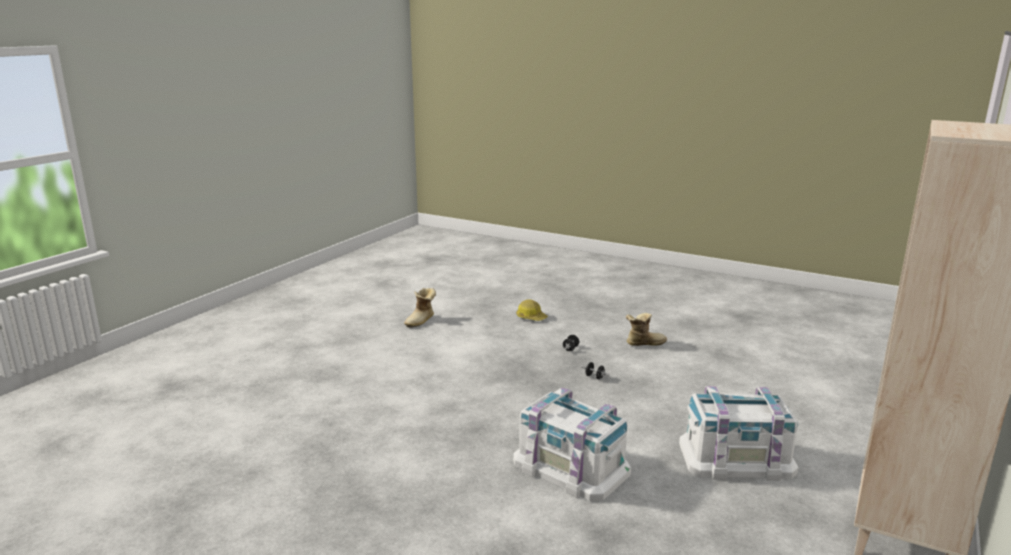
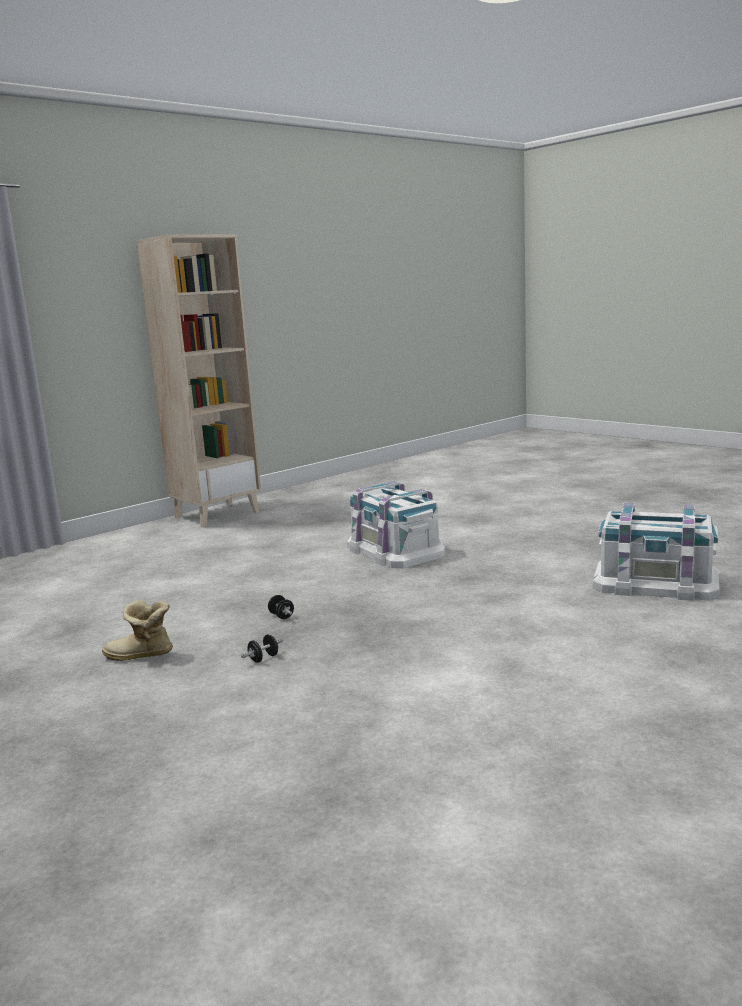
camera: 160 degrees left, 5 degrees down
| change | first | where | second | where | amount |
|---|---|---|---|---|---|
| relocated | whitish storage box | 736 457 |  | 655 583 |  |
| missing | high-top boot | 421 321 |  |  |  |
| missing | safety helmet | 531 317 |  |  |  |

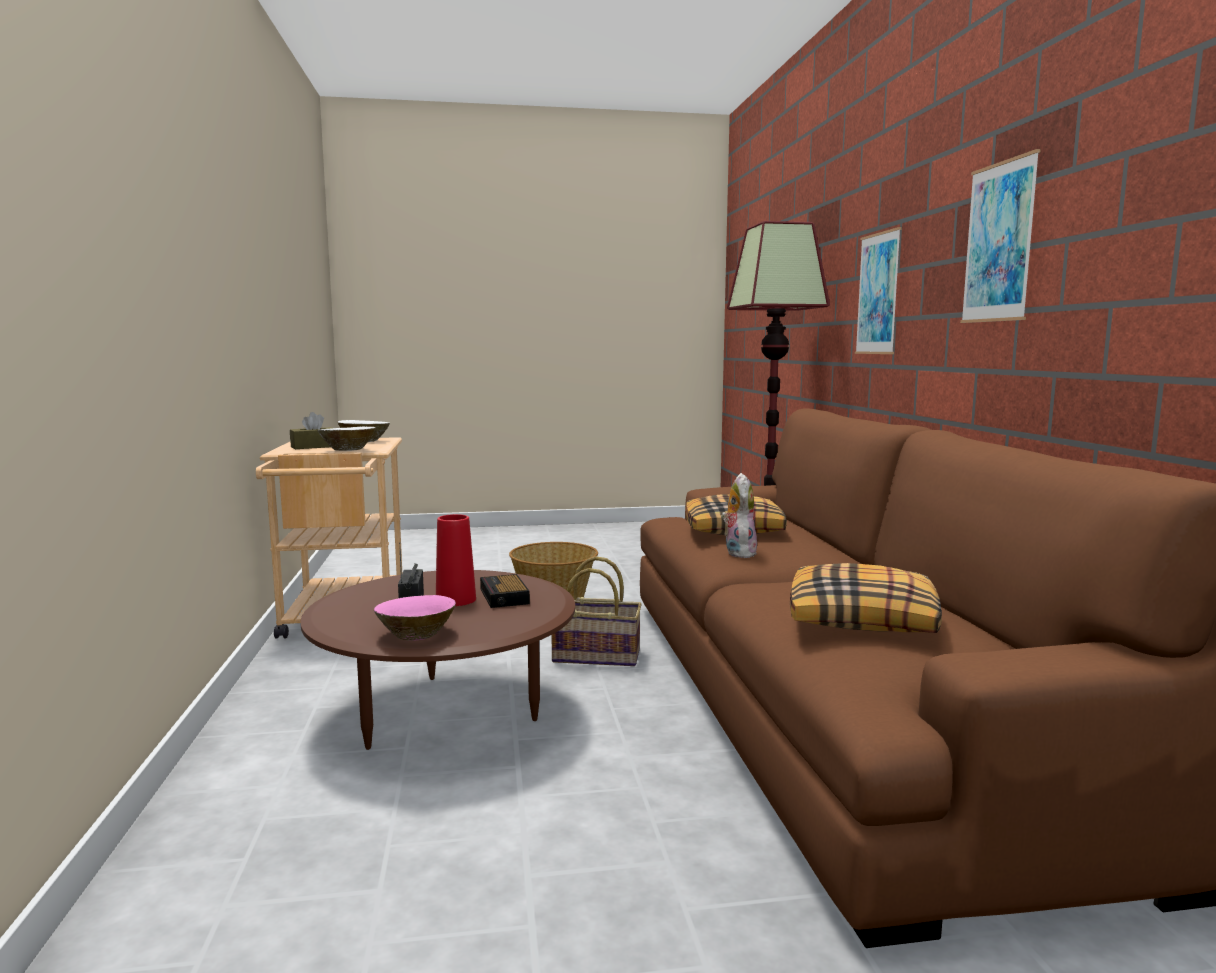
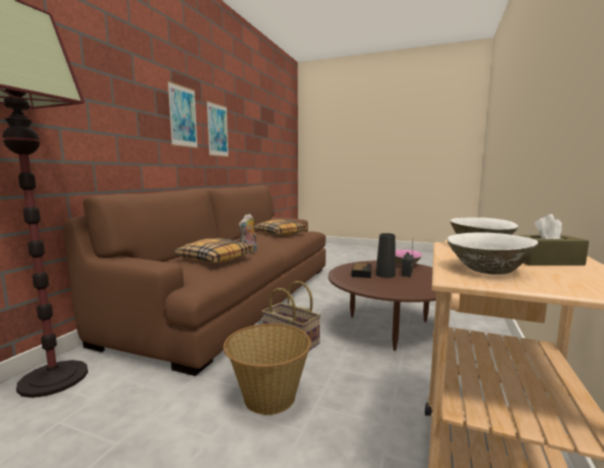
camera: 150 degrees left, 0 degrees up
| change | first | where | second | where | amount |
|---|---|---|---|---|---|
| relocated | wall art | 878 294 |  | 217 130 |  |
| colour | red-coloured decorative vase | 456 600 | blackish decorative vase | 385 275 |  |

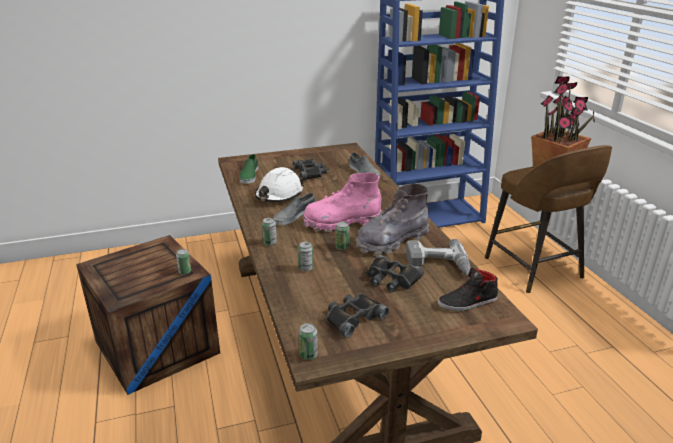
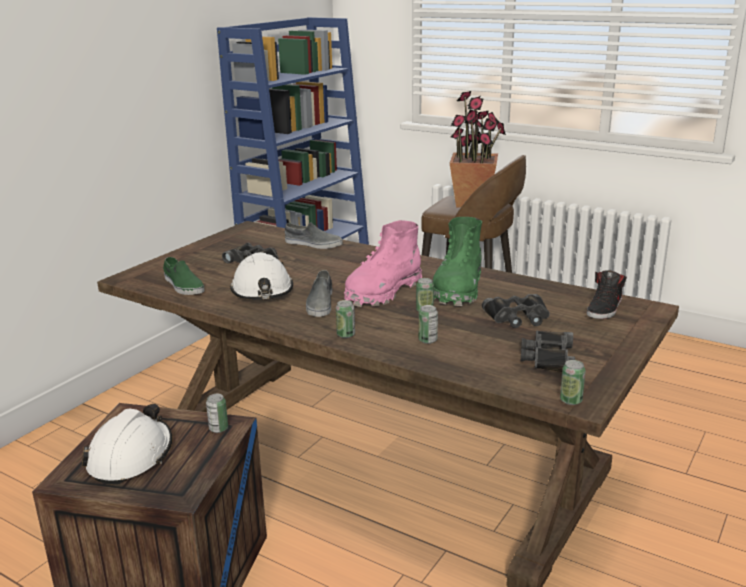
camera: 40 degrees left, 5 degrees down
| change | first | where | second | where | amount |
|---|---|---|---|---|---|
| appeared |  |  | whitish safety helmet | 131 457 |  |
| colour | greyish high-top boot | 391 241 | green-coloured high-top boot | 458 289 |  |
| missing | electric drill | 438 265 |  |  |  |

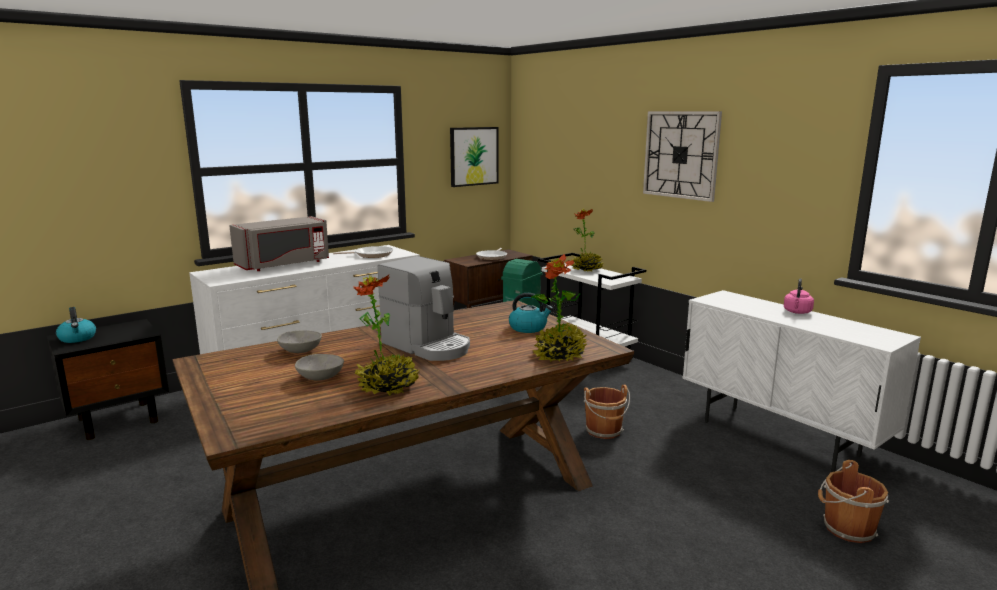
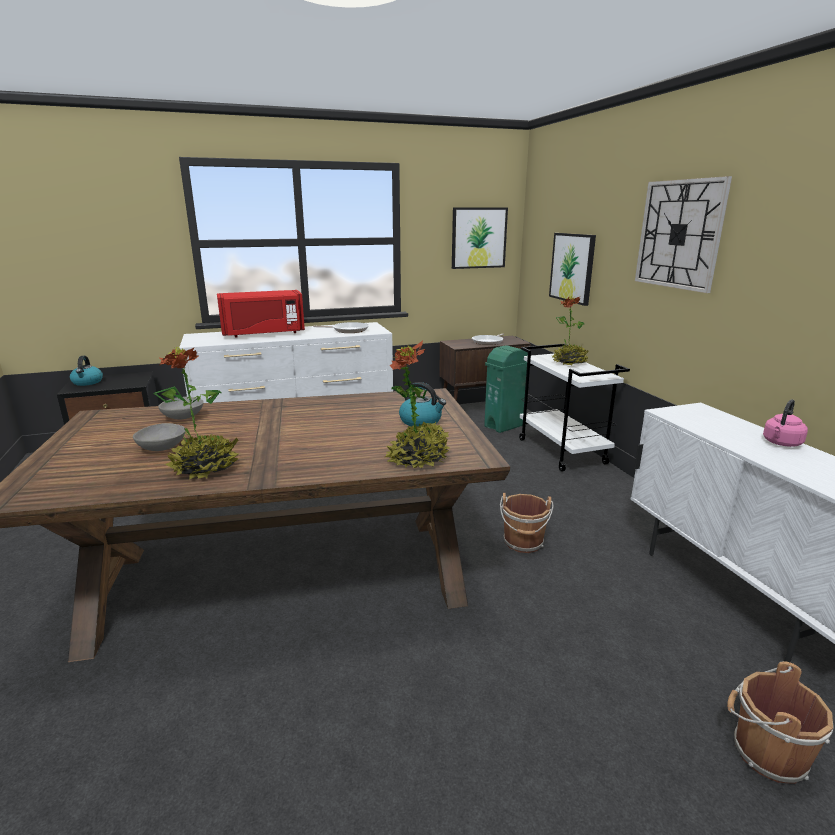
camera: 20 degrees right, 5 degrees up
| change | first | where | second | where | amount |
|---|---|---|---|---|---|
| colour | greyish microwave oven | 284 265 | red-coloured microwave oven | 263 333 |  |
| appeared |  |  | wall art | 572 268 |  |
| missing | coffee brewer | 428 346 |  |  |  |

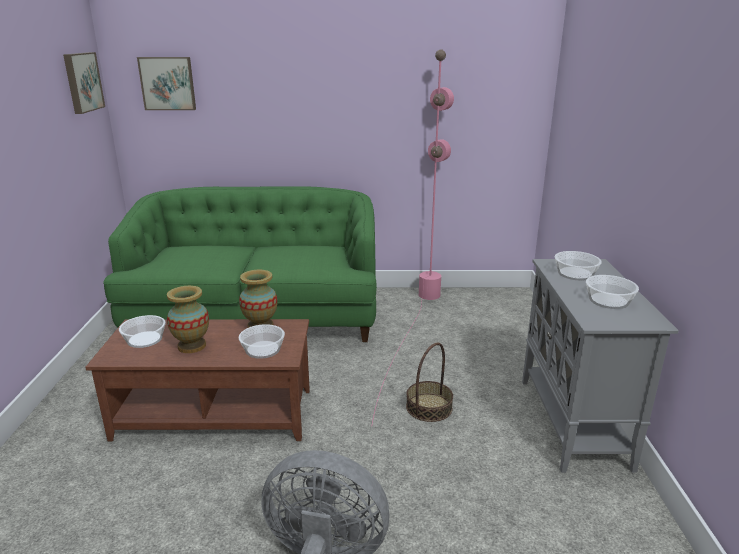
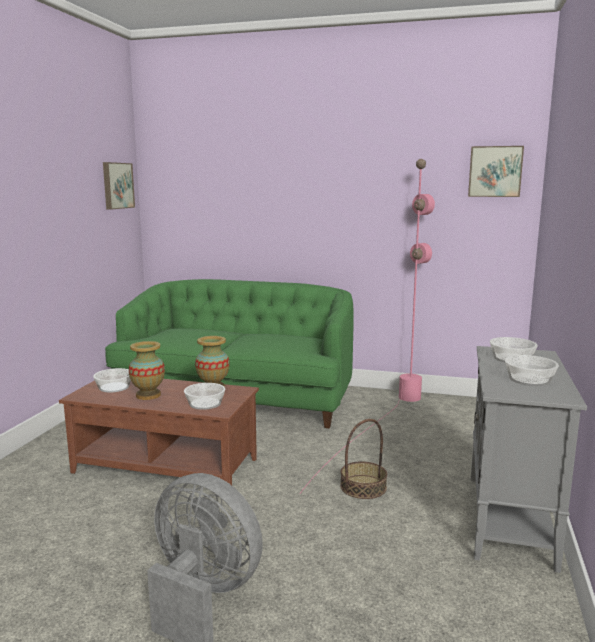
camera: 15 degrees right, 10 degrees down
| change | first | where | second | where | amount |
|---|---|---|---|---|---|
| relocated | wall art | 168 83 |  | 495 171 |  |

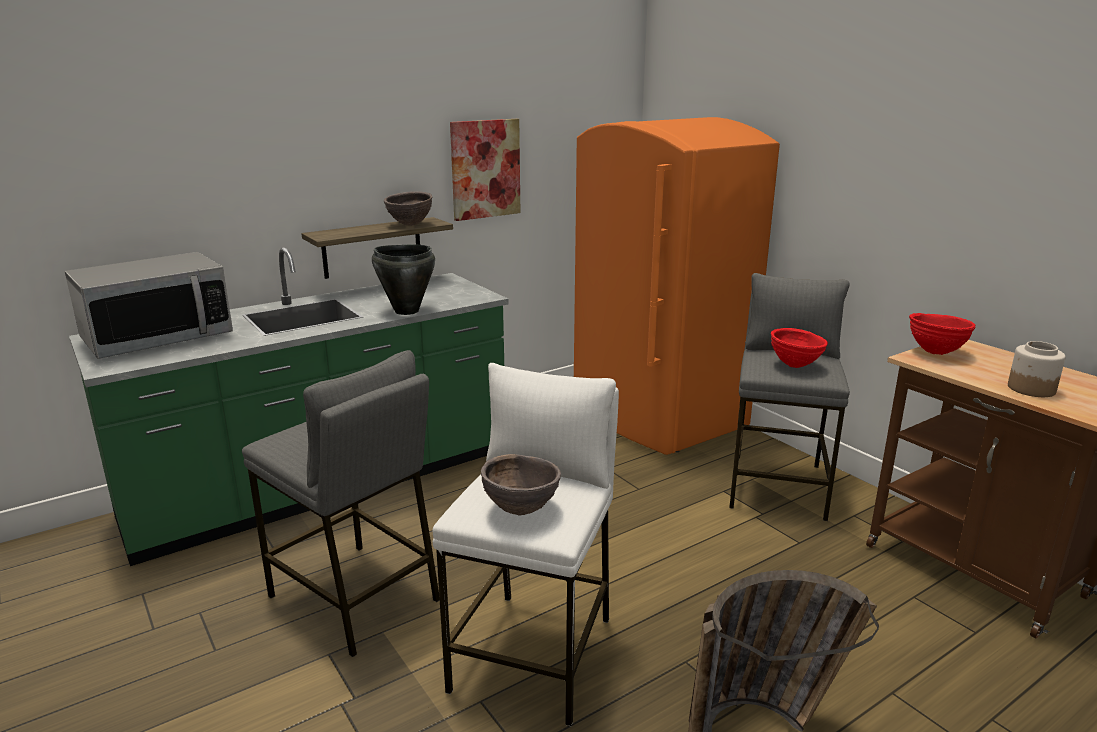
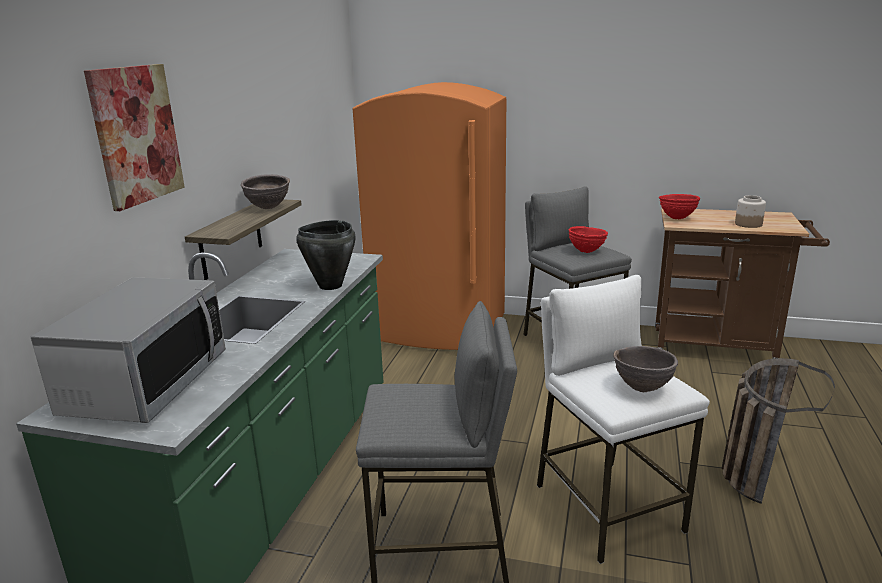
camera: 40 degrees left, 0 degrees up
| change | first | where | second | where | amount |
|---|---|---|---|---|---|
| relocated | wall art | 485 169 |  | 136 135 |  |

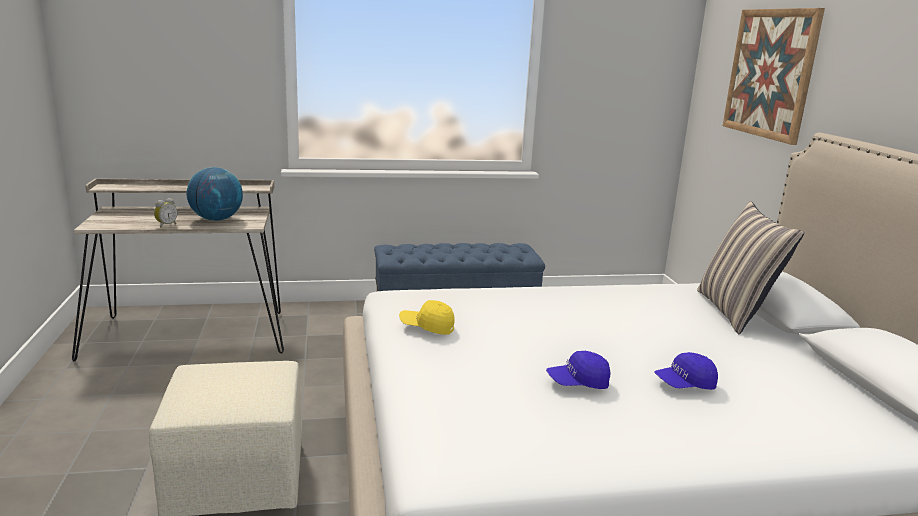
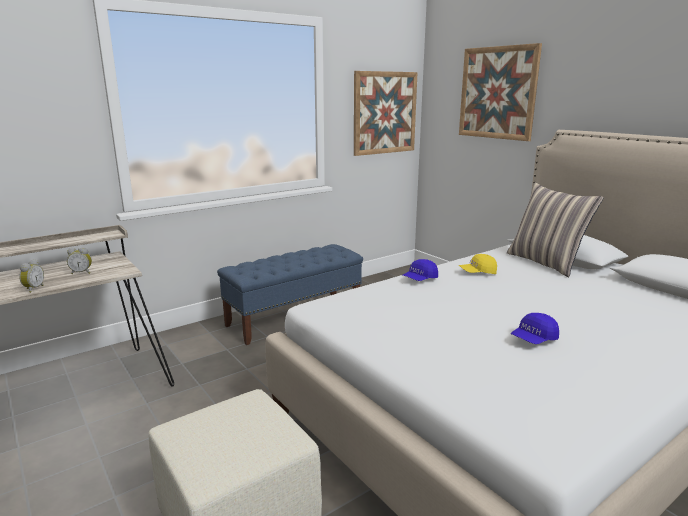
camera: 25 degrees left, 0 degrees up
| change | first | where | second | where | amount |
|---|---|---|---|---|---|
| exchanged | desk globe | 216 219 | bedside clock | 82 272 |  |
| appeared |  |  | wall art | 385 113 |  |
| relocated | bluish cap | 684 384 |  | 420 279 |  |
| relocated | yellowish cap | 427 327 |  | 477 273 |  |

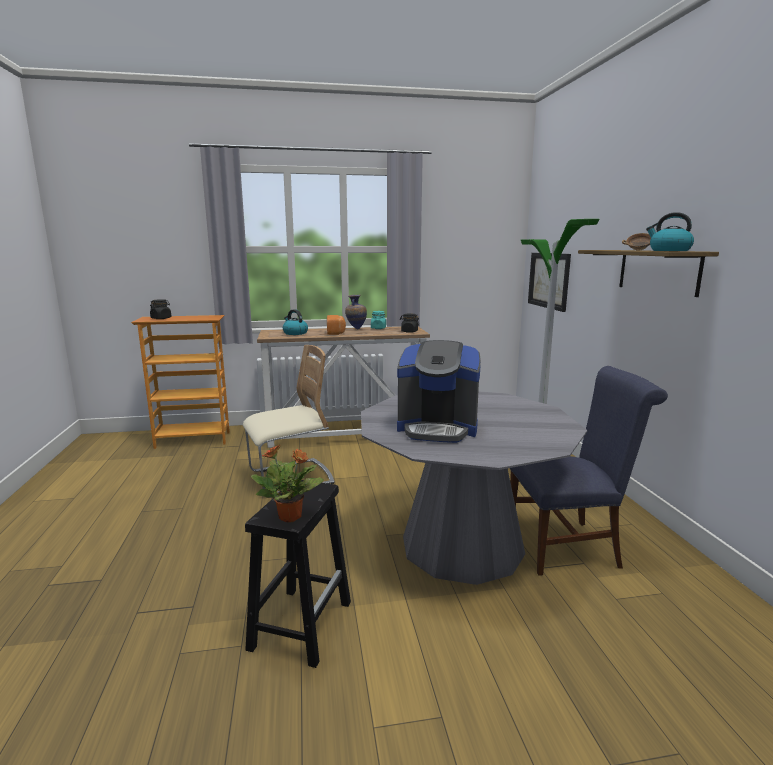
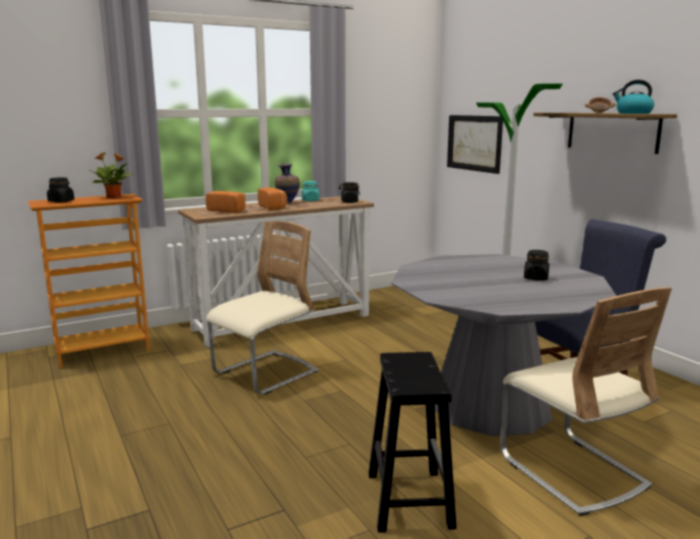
camera: 20 degrees left, 0 degrees up
| change | first | where | second | where | amount |
|---|---|---|---|---|---|
| relocated | plant in a pot | 291 517 |  | 114 197 |  |
| exchanged | tea kettle | 295 333 | bakery bread | 227 210 |  |
| appeared |  |  | sand-coloured chair | 571 471 |  |
| appeared |  |  | blackish preserve jar | 535 278 |  |
| missing | coffee brewer | 437 428 |  |  |  |

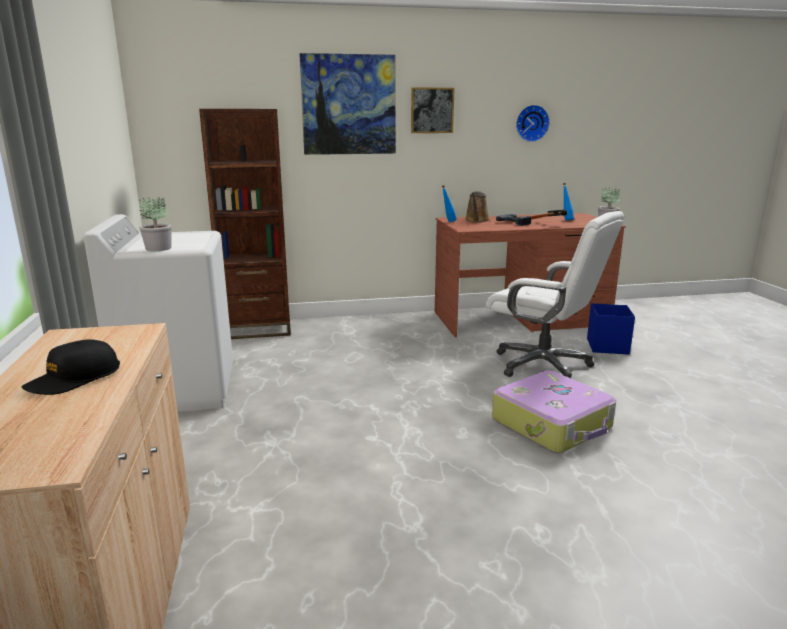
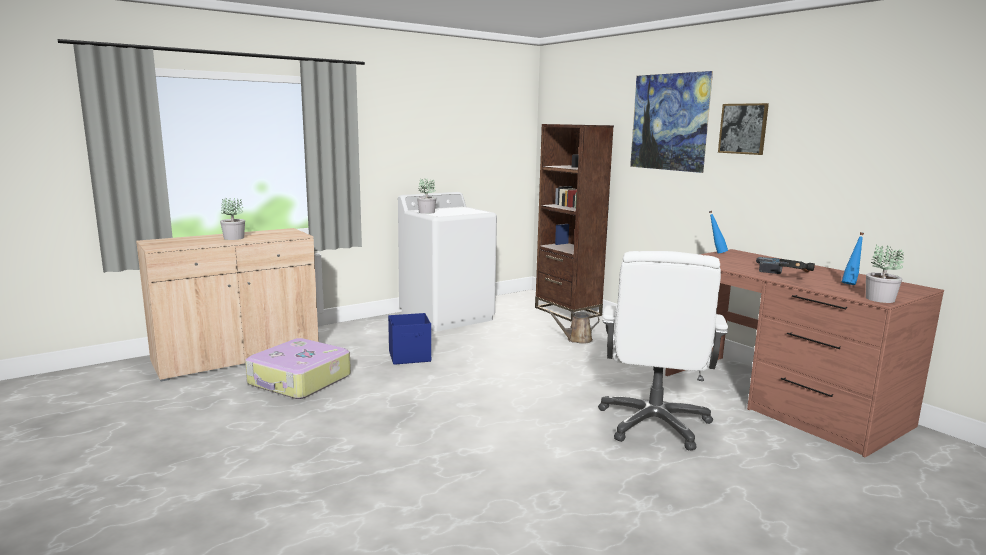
camera: 65 degrees right, 5 degrees down
| change | first | where | second | where | amount |
|---|---|---|---|---|---|
| exchanged | blackish cap | 74 379 | plant in a pot | 234 238 |  |
| relocated | suitcase | 553 424 |  | 299 380 |  |
| relocated | bluish storage box | 607 346 |  | 410 357 |  |
| relocated | brown-coloured sprinkling can | 476 220 |  | 577 339 |  |
| missing | hanging clock | 531 123 |  |  |  |

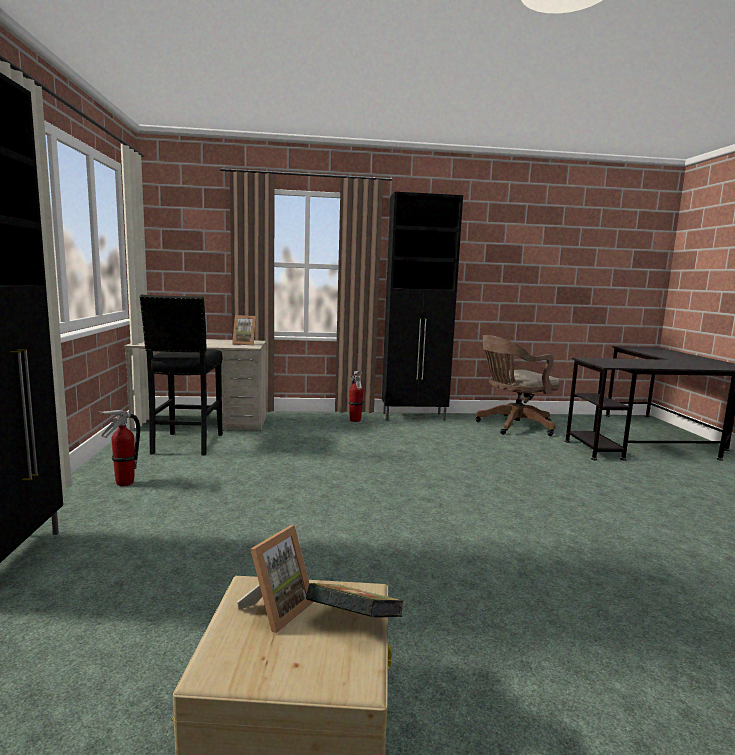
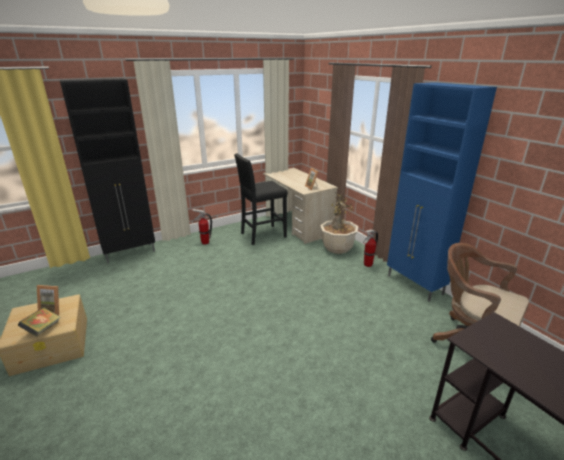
camera: 65 degrees right, 15 degrees up
| change | first | where | second | where | amount |
|---|---|---|---|---|---|
| appeared |  |  | plant in a pot | 338 248 |  |
| colour | blackish cupboard | 414 417 | bluish cupboard | 415 285 |  |

